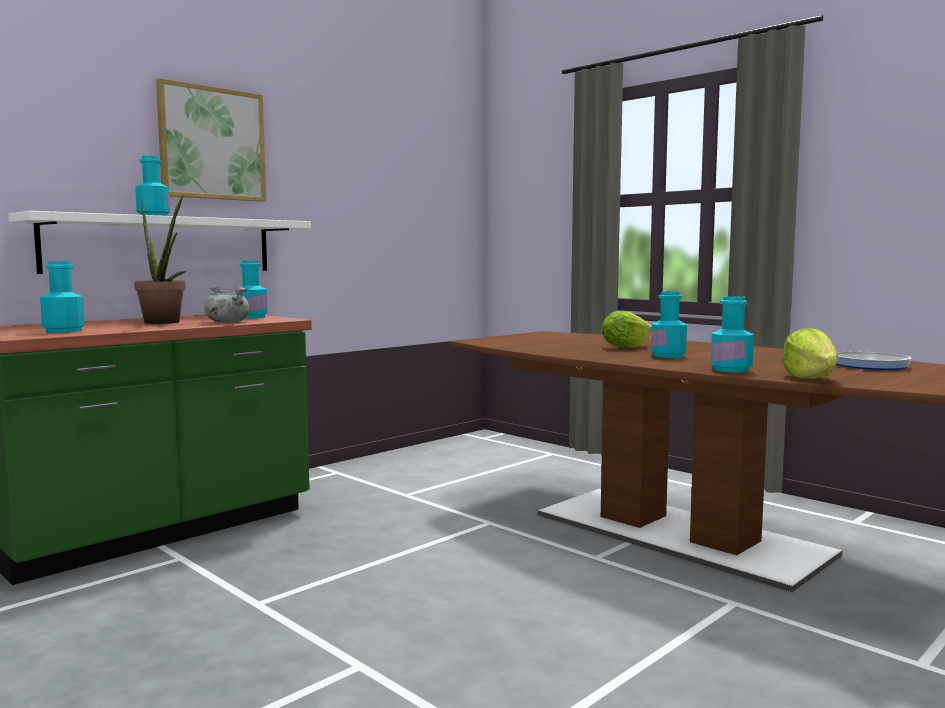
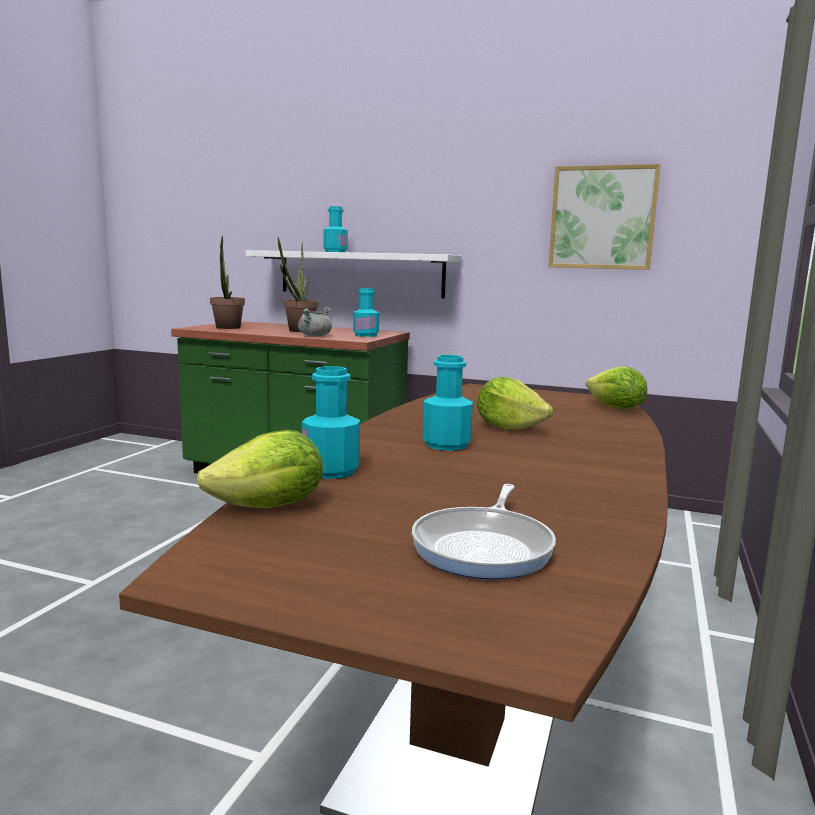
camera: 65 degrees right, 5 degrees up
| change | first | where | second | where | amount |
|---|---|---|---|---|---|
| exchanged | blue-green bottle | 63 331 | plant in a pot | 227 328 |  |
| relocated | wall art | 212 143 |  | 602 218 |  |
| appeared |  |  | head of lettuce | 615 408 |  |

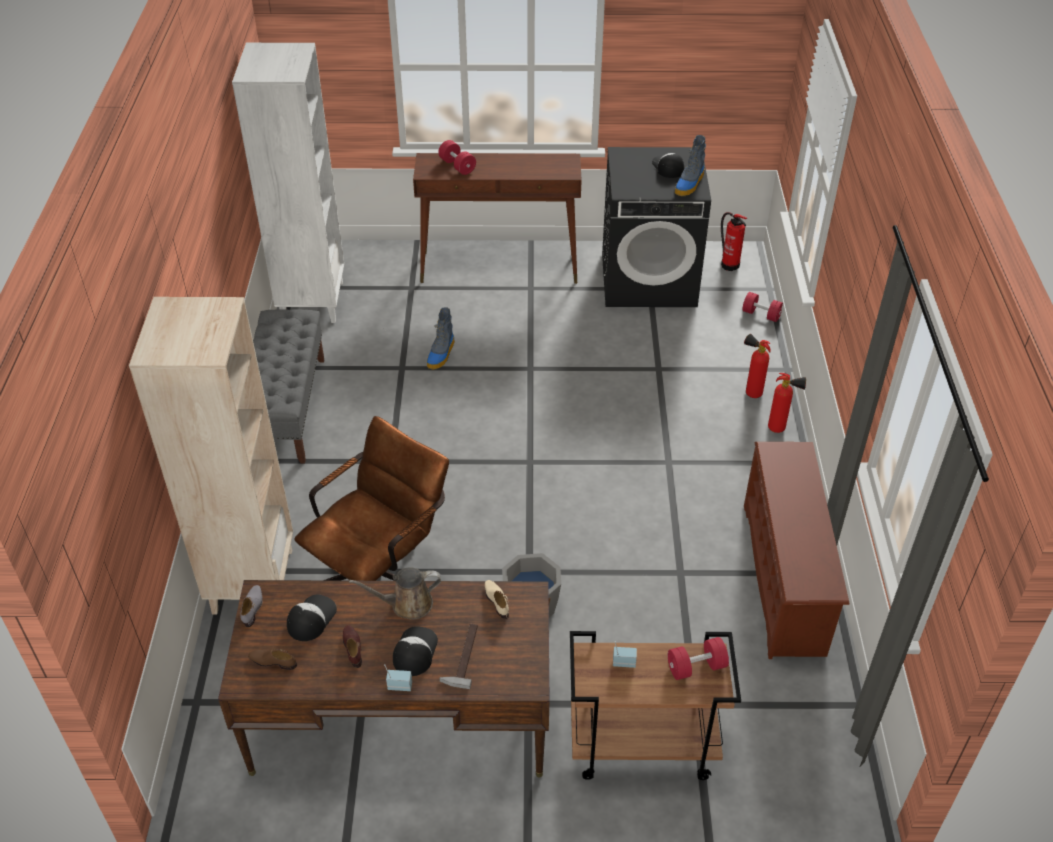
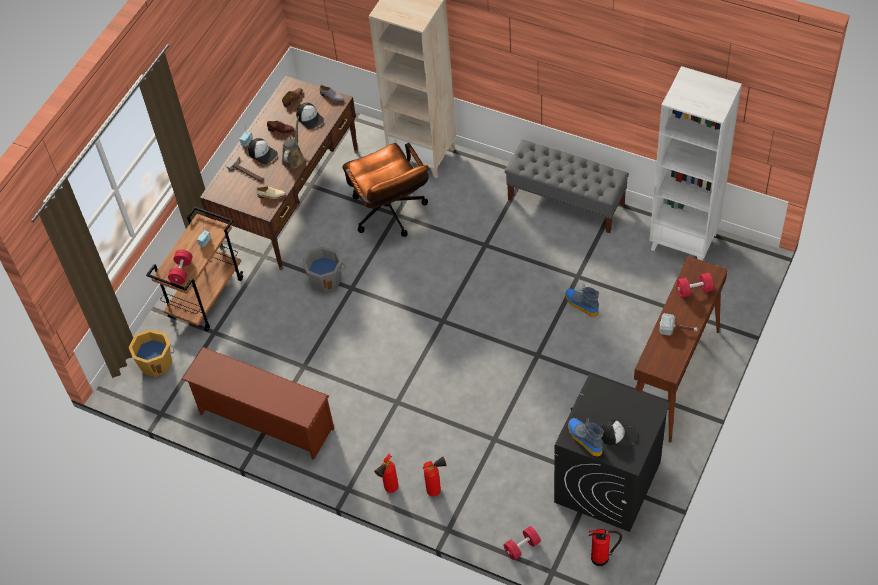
camera: 120 degrees right, 10 degrees up
| change | first | where | second | where | amount |
|---|---|---|---|---|---|
| appeared |  |  | orangey pail | 156 363 |  |
| appeared |  |  | hand hammer | 678 329 |  |

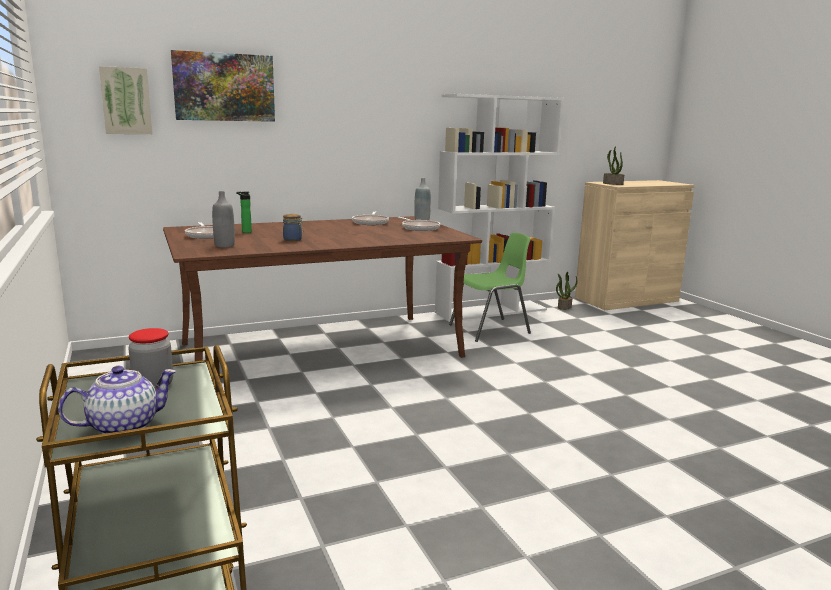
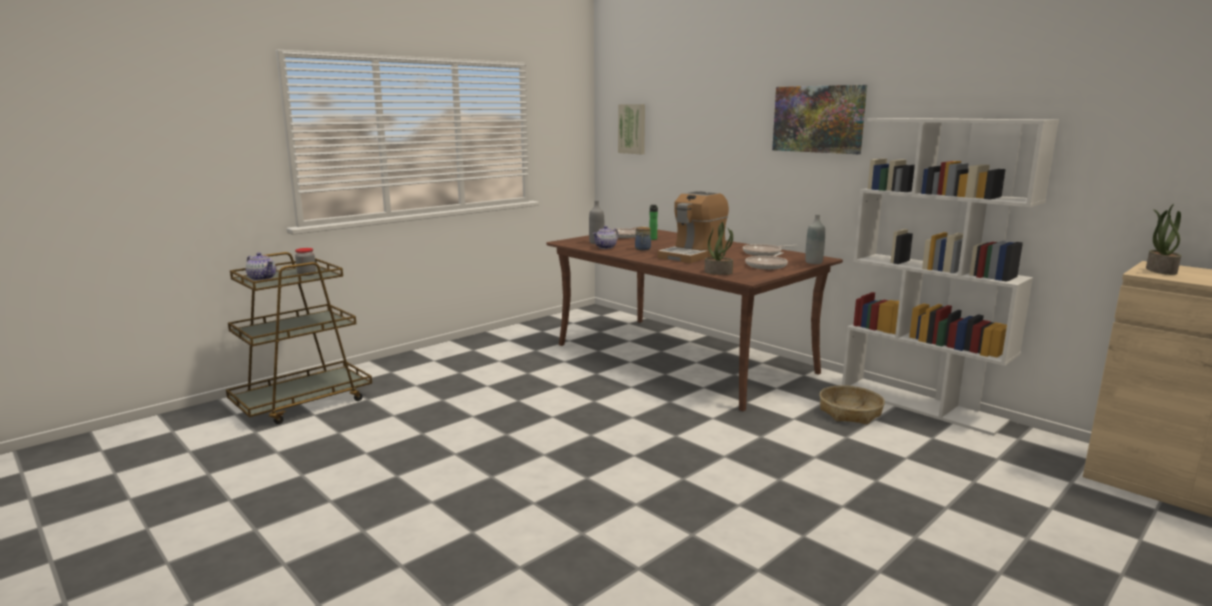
camera: 70 degrees right, 0 degrees up
| change | first | where | second | where | amount |
|---|---|---|---|---|---|
| appeared |  |  | pot for tea | 606 247 |  |
| appeared |  |  | coffee brewer | 693 255 |  |
| relocated | plant in a pot | 564 307 |  | 718 272 |  |
| relocated | wall art | 224 87 |  | 818 119 |  |
| exchanged | green-coloured chair | 491 329 | household basket | 850 413 |  |

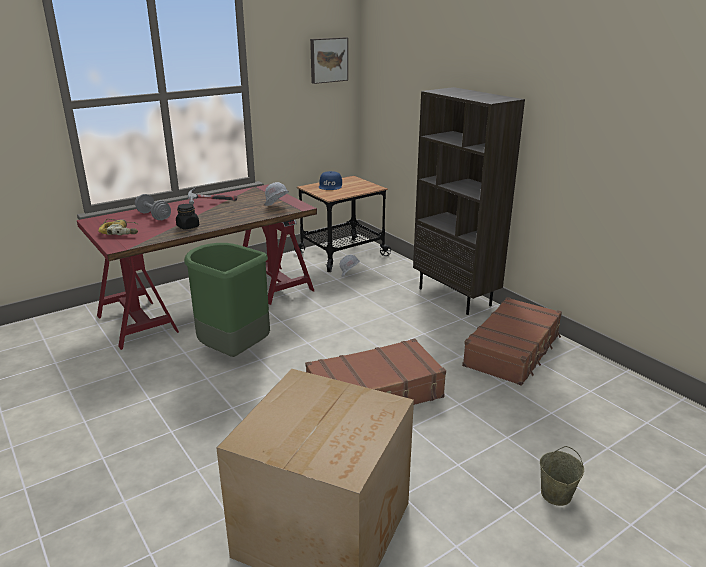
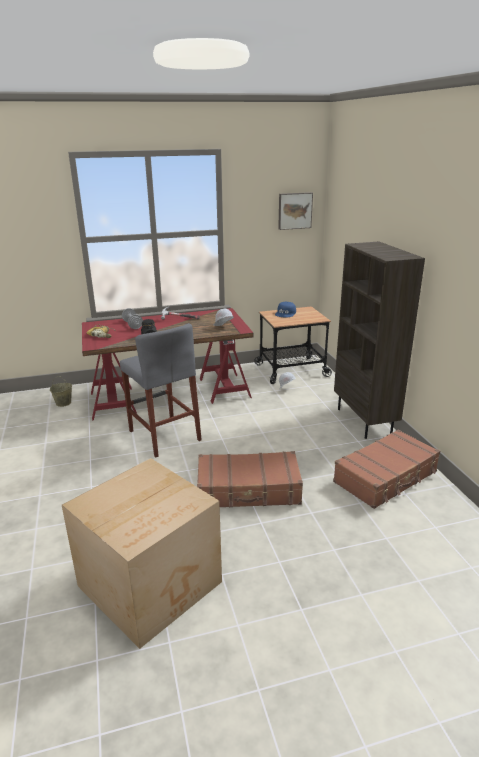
camera: 20 degrees right, 0 degrees up
| change | first | where | second | where | amount |
|---|---|---|---|---|---|
| relocated | sand-coloured pail | 556 495 |  | 63 403 |  |
| exchanged | green-coloured waste bin | 232 351 | greyish stool | 164 435 |  |

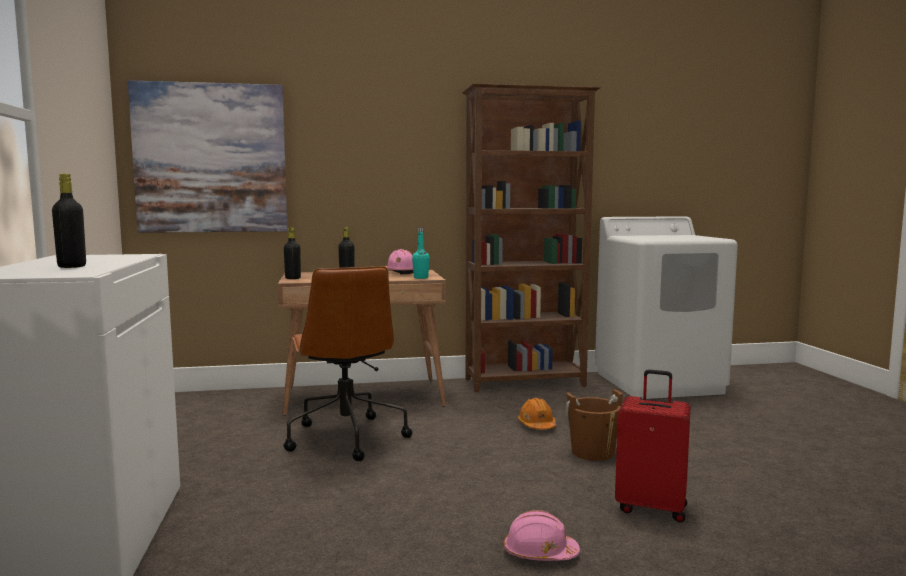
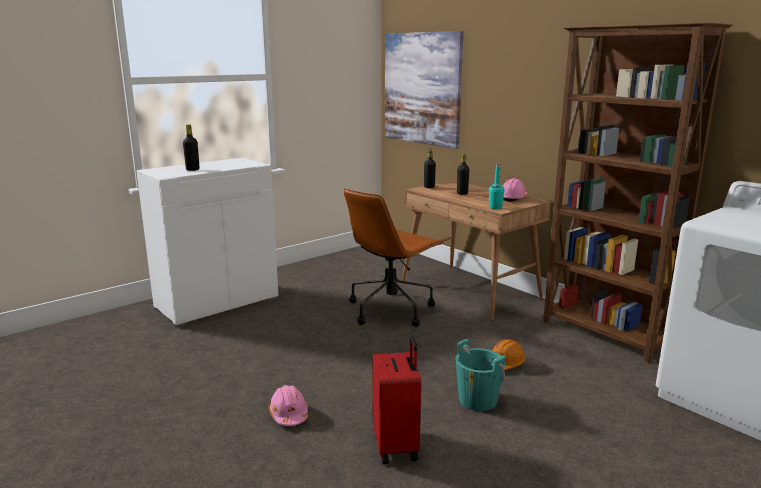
camera: 60 degrees right, 10 degrees up
| change | first | where | second | where | amount |
|---|---|---|---|---|---|
| colour | brown-coloured pail | 592 452 | blue-green pail | 478 400 |  |

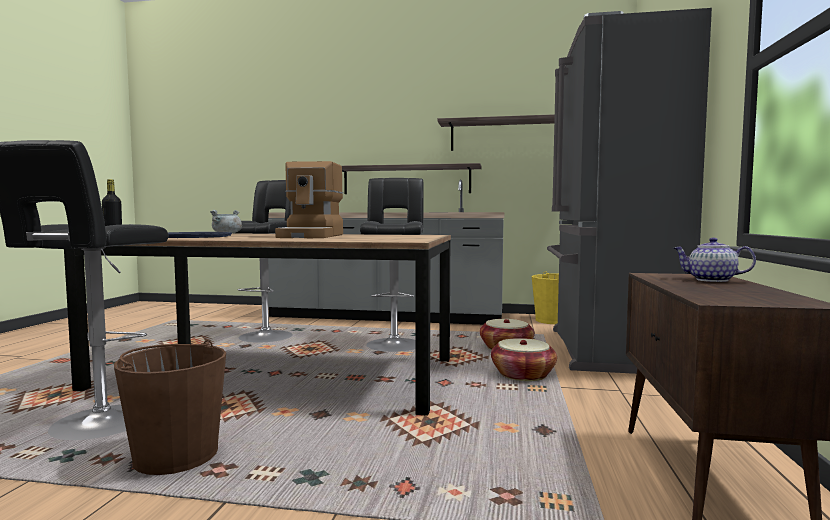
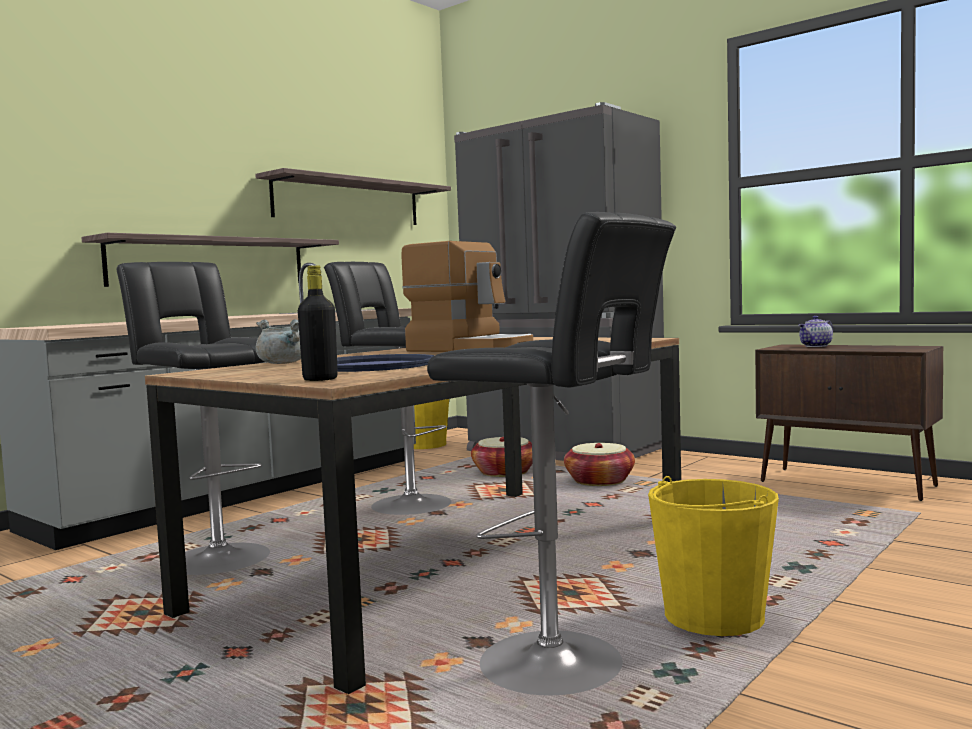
camera: 60 degrees left, 0 degrees up
| change | first | where | second | where | amount |
|---|---|---|---|---|---|
| colour | brown-coloured pail | 176 456 | yellowish pail | 713 618 |  |

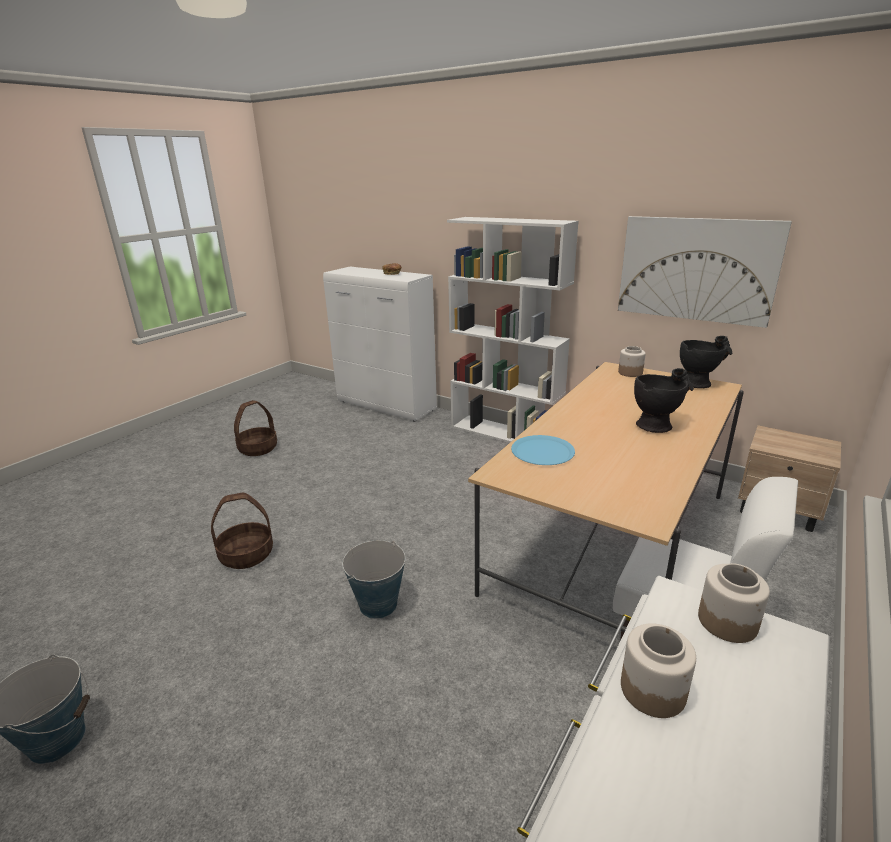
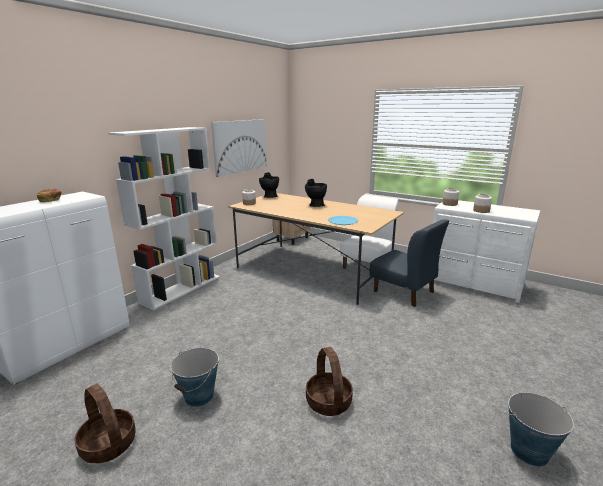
camera: 90 degrees left, 5 degrees down
| change | first | where | second | where | amount |
|---|---|---|---|---|---|
| relocated | pail | 378 604 |  | 199 396 |  |
| appeared |  |  | bluish chair | 404 291 |  |

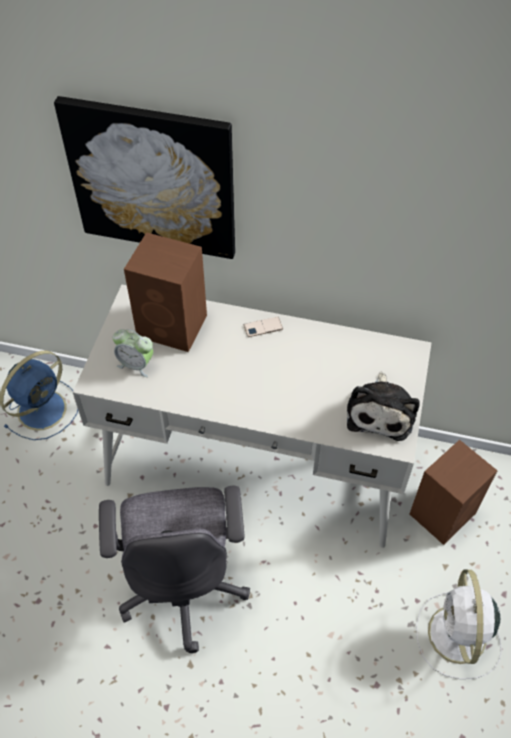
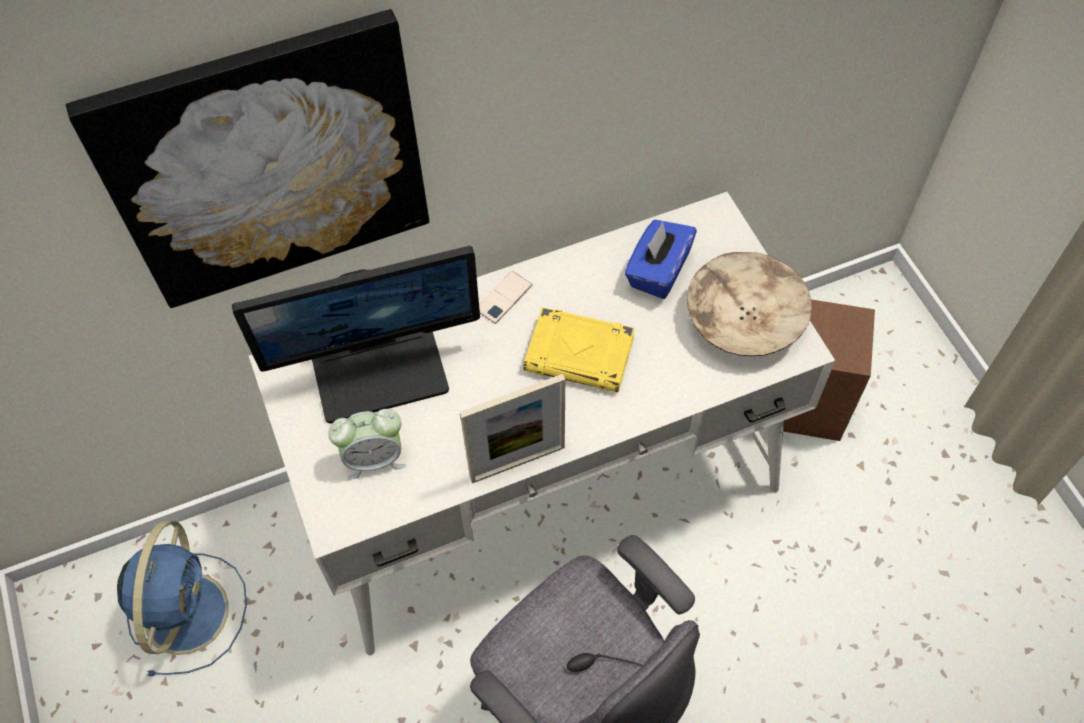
camera: 35 degrees left, 5 degrees up
| change | first | where | second | where | amount |
|---|---|---|---|---|---|
| exchanged | brown-coloured speaker | 173 326 | computer display | 380 371 |  |
| appeared |  |  | standing frame | 517 463 |  |
| appeared |  |  | yellowish volume | 580 354 |  |
| appeared |  |  | bluish tissue holder | 657 271 |  |
| exchanged | cuddly toy | 381 411 | sand-coloured bowl | 744 318 |  |
| missing | whitish electric fan | 457 637 |  |  |  |

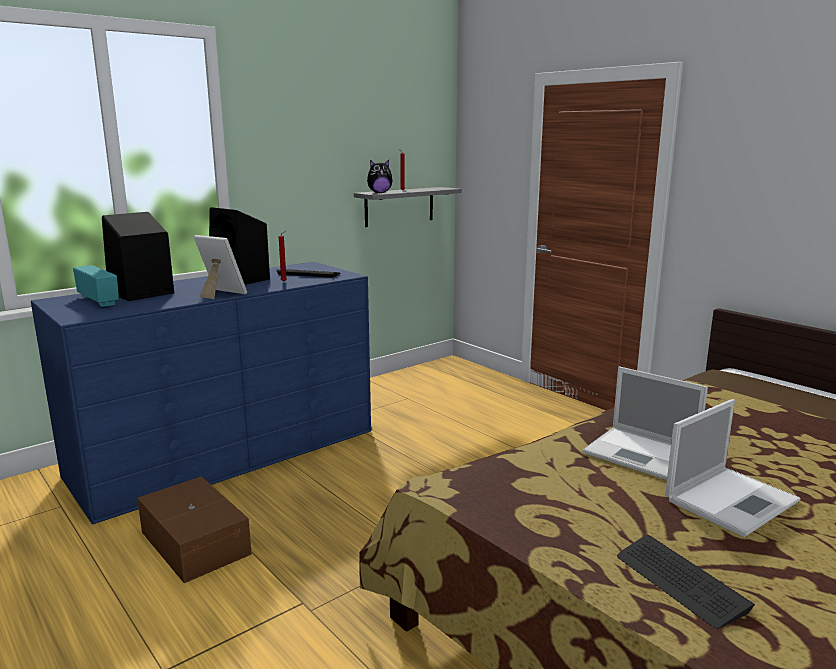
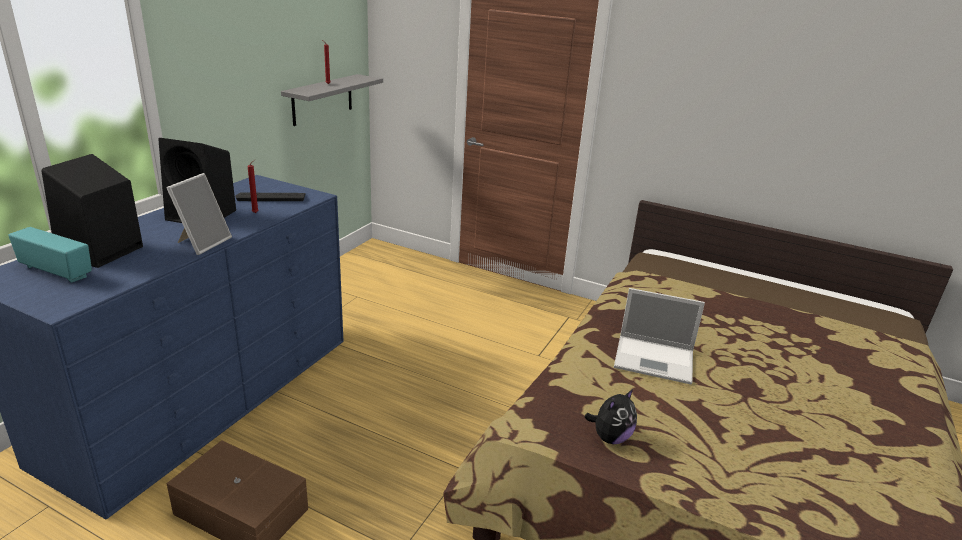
camera: 25 degrees left, 10 degrees up
| change | first | where | second | where | amount |
|---|---|---|---|---|---|
| spun | standing frame | 220 294 |  | 202 243 | 105 degrees clockwise |
| relocated | cuddly toy | 379 193 |  | 610 437 |  |
| missing | keyboard | 680 582 |  |  |  |
| missing | notebook computer | 732 499 |  |  |  |

